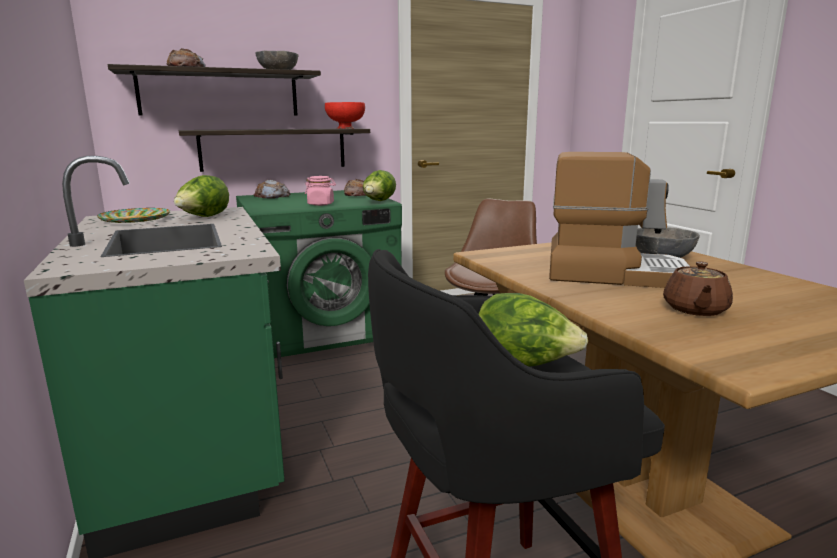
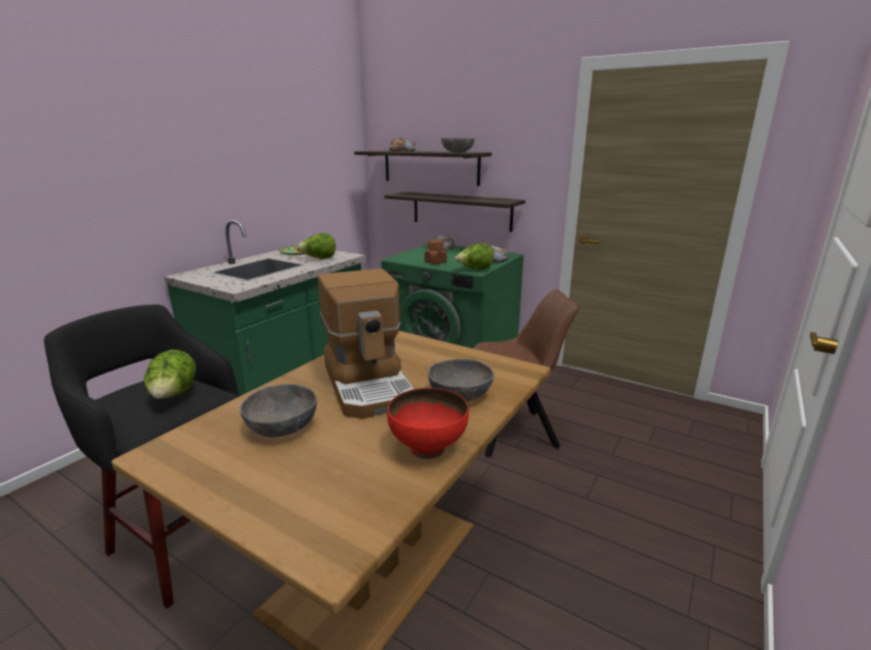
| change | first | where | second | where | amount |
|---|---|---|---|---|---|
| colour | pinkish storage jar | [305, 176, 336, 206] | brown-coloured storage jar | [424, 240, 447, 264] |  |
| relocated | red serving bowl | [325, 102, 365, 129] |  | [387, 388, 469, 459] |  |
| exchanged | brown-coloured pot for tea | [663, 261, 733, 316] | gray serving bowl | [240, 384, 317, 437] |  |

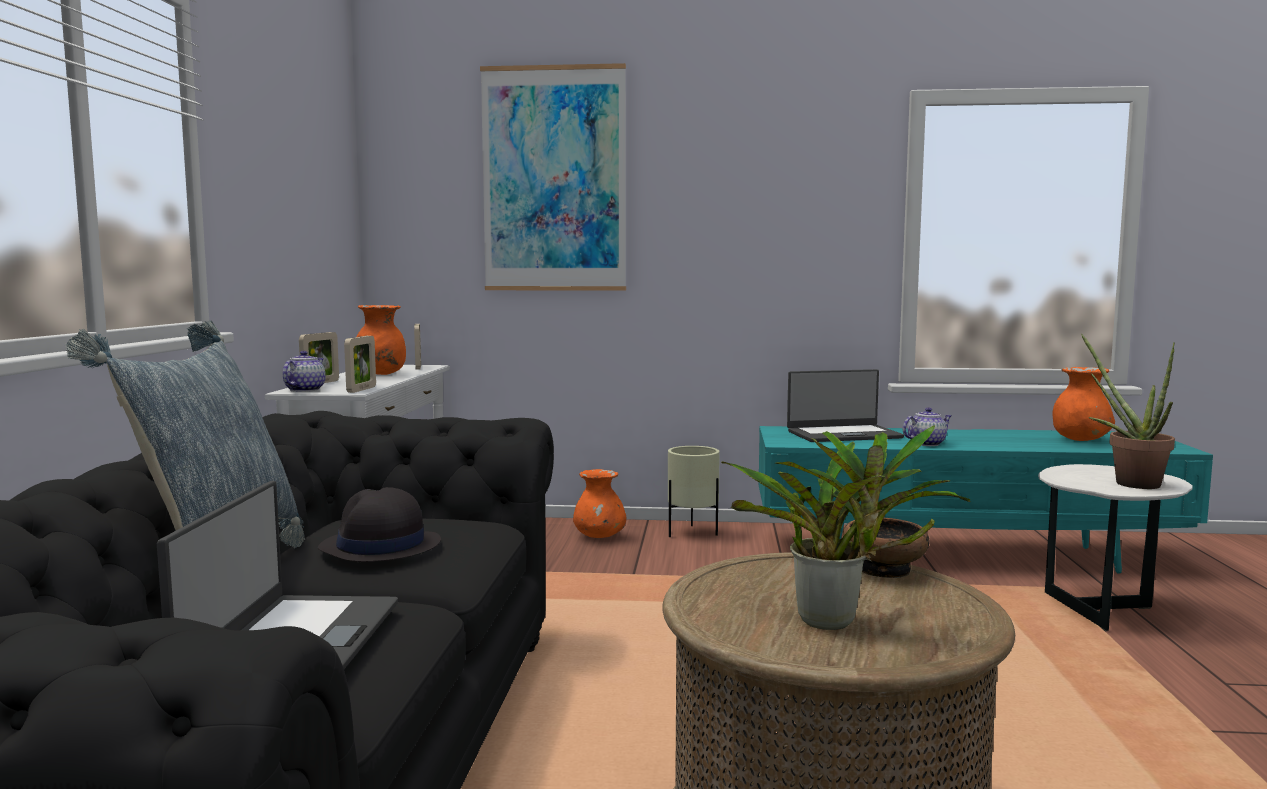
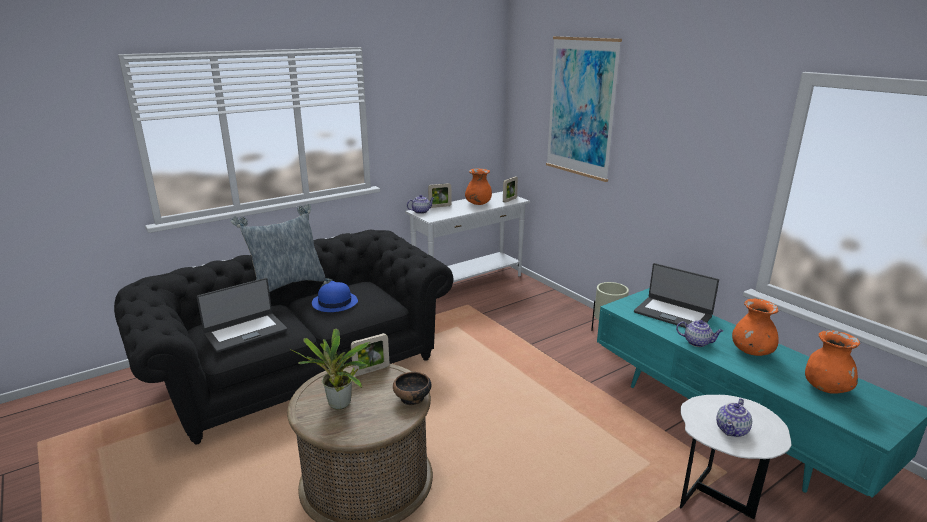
| change | first | where | second | where | amount |
|---|---|---|---|---|---|
| colour | black wearable hat | [318, 487, 441, 562] | blue-coloured wearable hat | [312, 281, 358, 312] |  |
| relocated | photo frame | [344, 336, 376, 393] |  | [351, 333, 390, 376] |  |
| relocated | orangey vase | [573, 469, 626, 538] |  | [732, 298, 779, 356] |  |
| exchanged | potted plant | [1081, 334, 1175, 489] | pot for tea | [716, 398, 752, 437] |  |

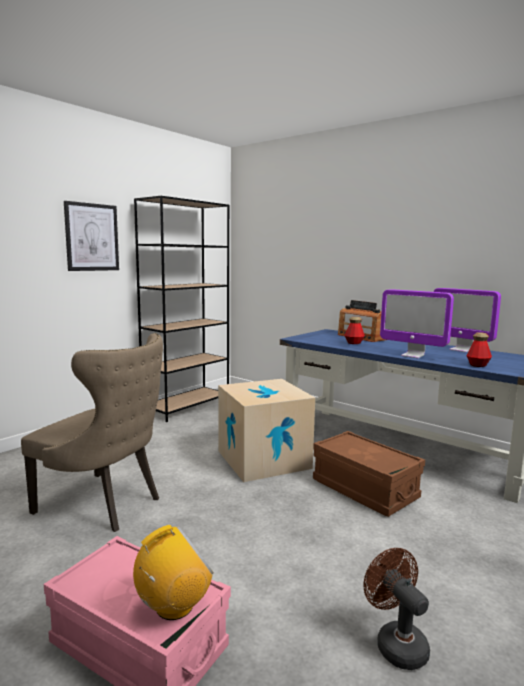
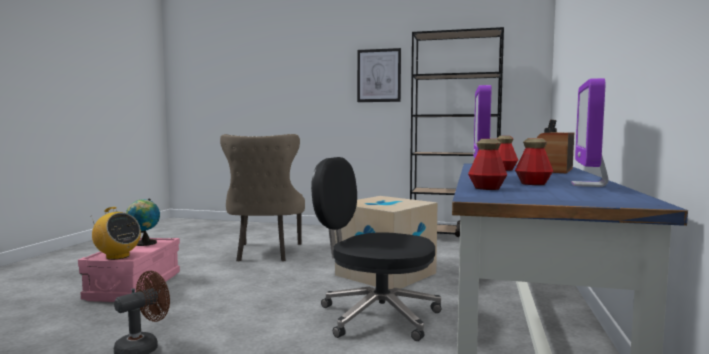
| change | first | where | second | where | amount |
|---|---|---|---|---|---|
| exchanged | brown-coloured storage box | [313, 431, 425, 517] | black desk chair | [311, 157, 442, 341] |  |
| appeared |  |  | world globe | [126, 199, 160, 246] |  |
| appeared |  |  | drink bottle | [515, 138, 553, 185] |  |

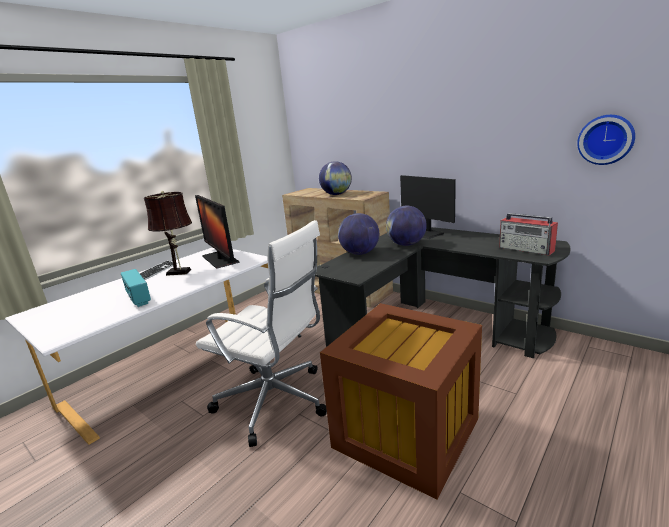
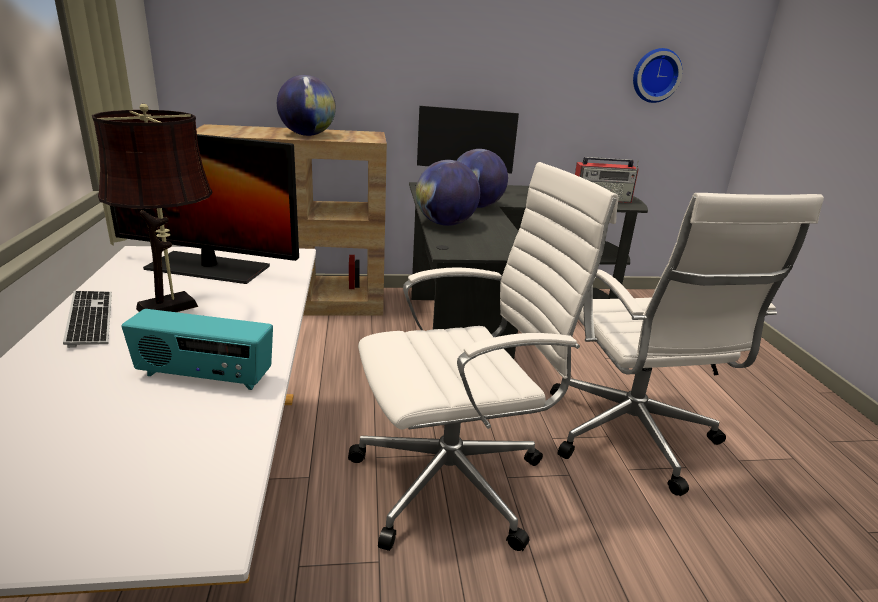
| change | first | where | second | where | amount |
|---|---|---|---|---|---|
| exchanged | brown-coloured storage box | [320, 303, 482, 500] | whitish desk chair | [550, 193, 824, 496] |  |

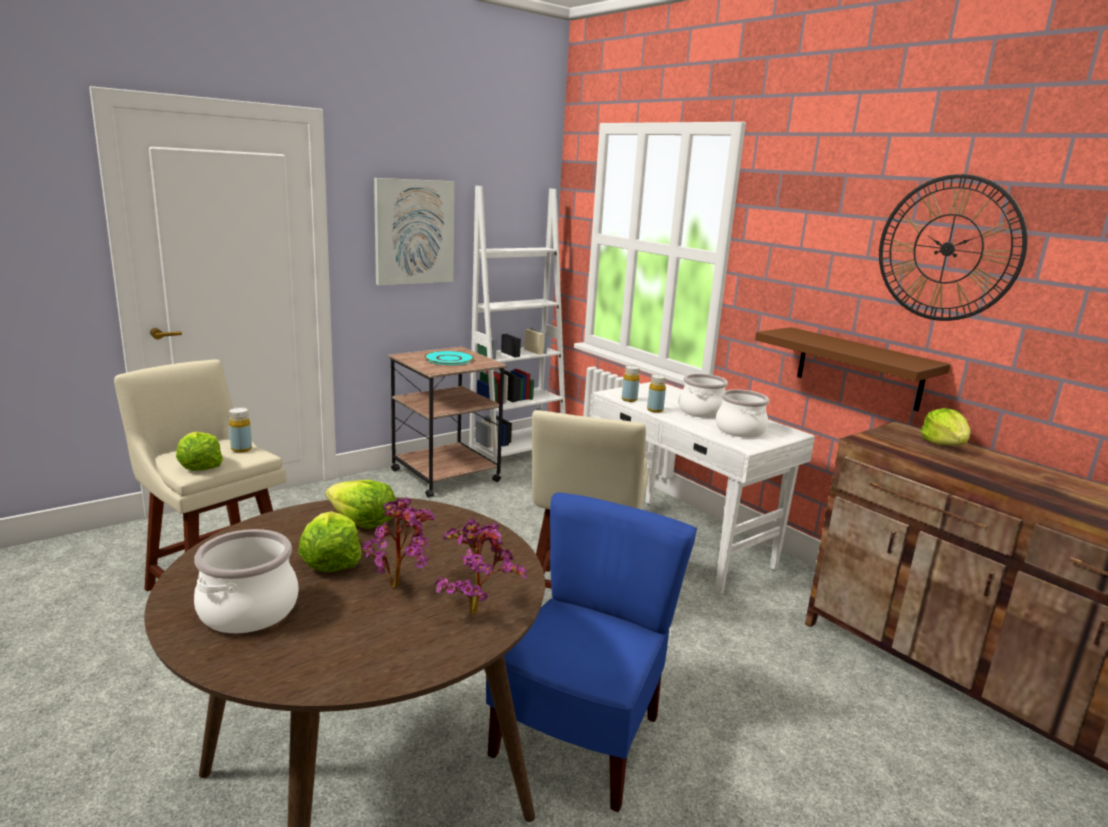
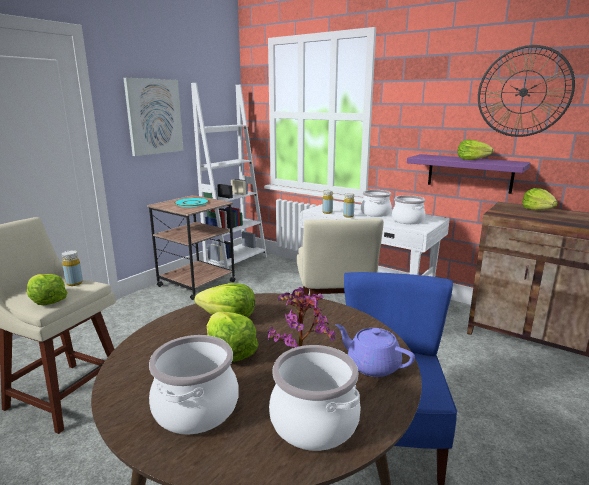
| change | first | where | second | where | amount |
|---|---|---|---|---|---|
| exchanged | potted plant | [435, 518, 527, 615] | purplish pot for tea | [336, 324, 415, 377] |  |
| colour | brown-coloured bracket shelf | [755, 327, 951, 411] | purplish bracket shelf | [407, 154, 531, 194] |  |
| appeared |  |  | cooking pot | [269, 345, 361, 451] |  |
| appeared |  |  | head of lettuce | [457, 140, 494, 160] |  |

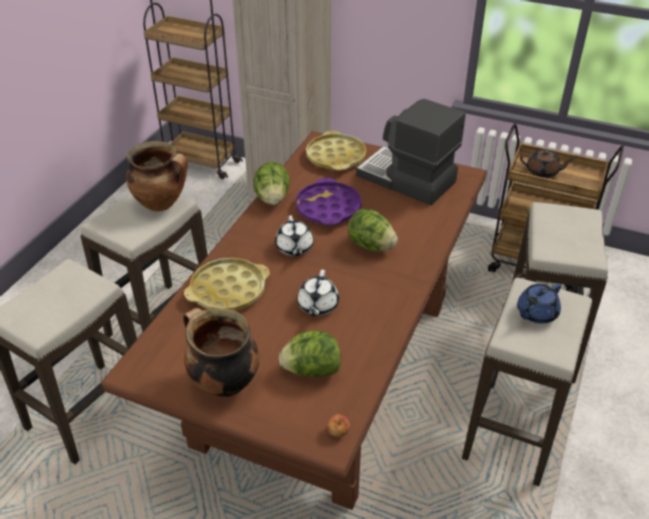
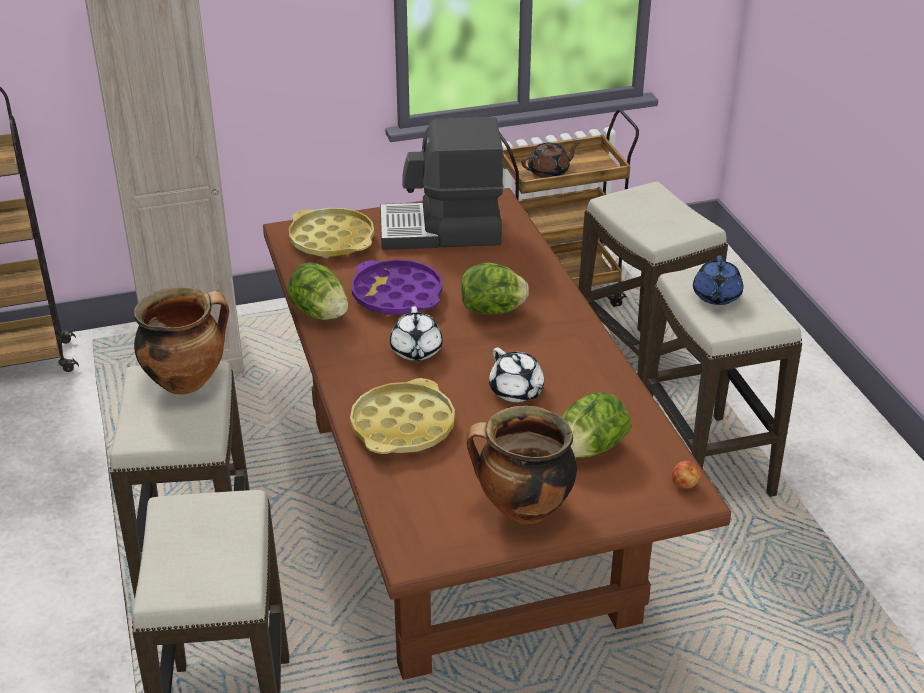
| change | first | where | second | where | amount |
|---|---|---|---|---|---|
| spun | whitish pot for tea | [275, 216, 314, 256] |  | [390, 306, 443, 361] | 45 degrees clockwise |

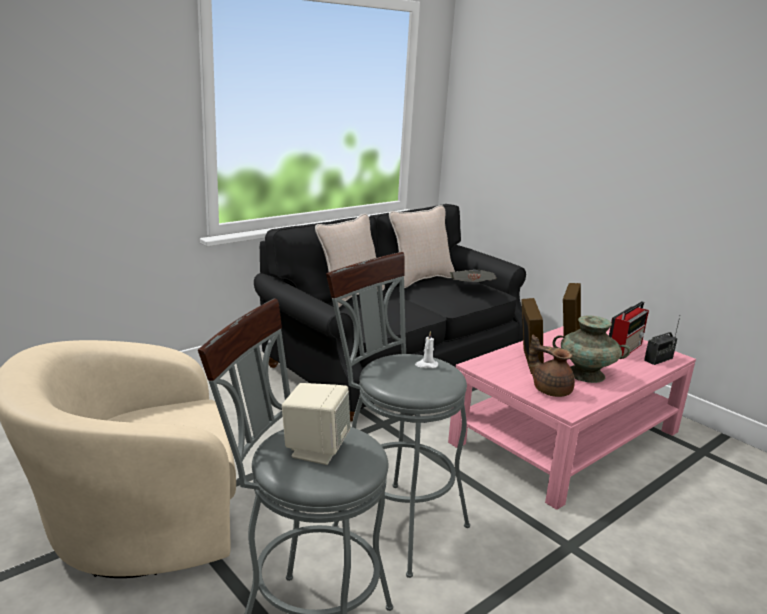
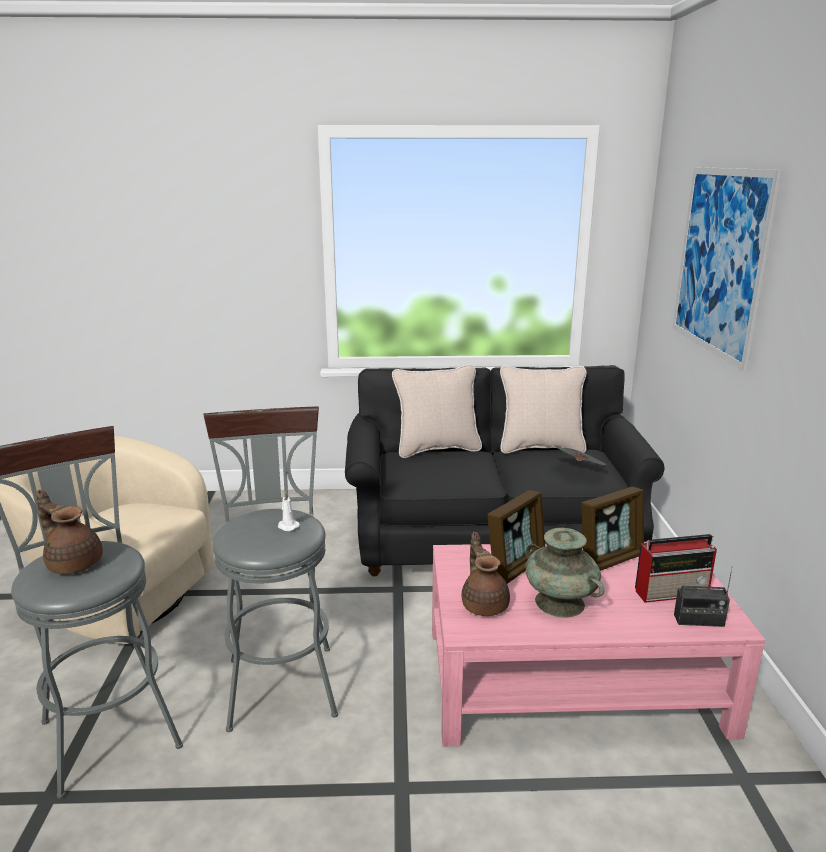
| change | first | where | second | where | amount |
|---|---|---|---|---|---|
| exchanged | sand-coloured speaker | [282, 383, 350, 465] | brown-coloured pot for tea | [36, 490, 103, 574] |  |
| appeared |  |  | wall picture | [672, 167, 782, 372] |  |

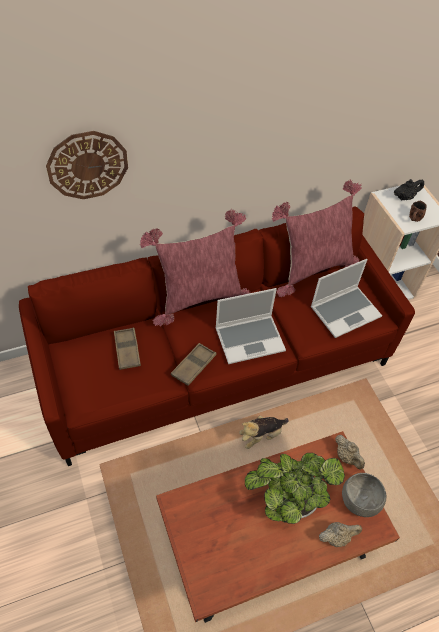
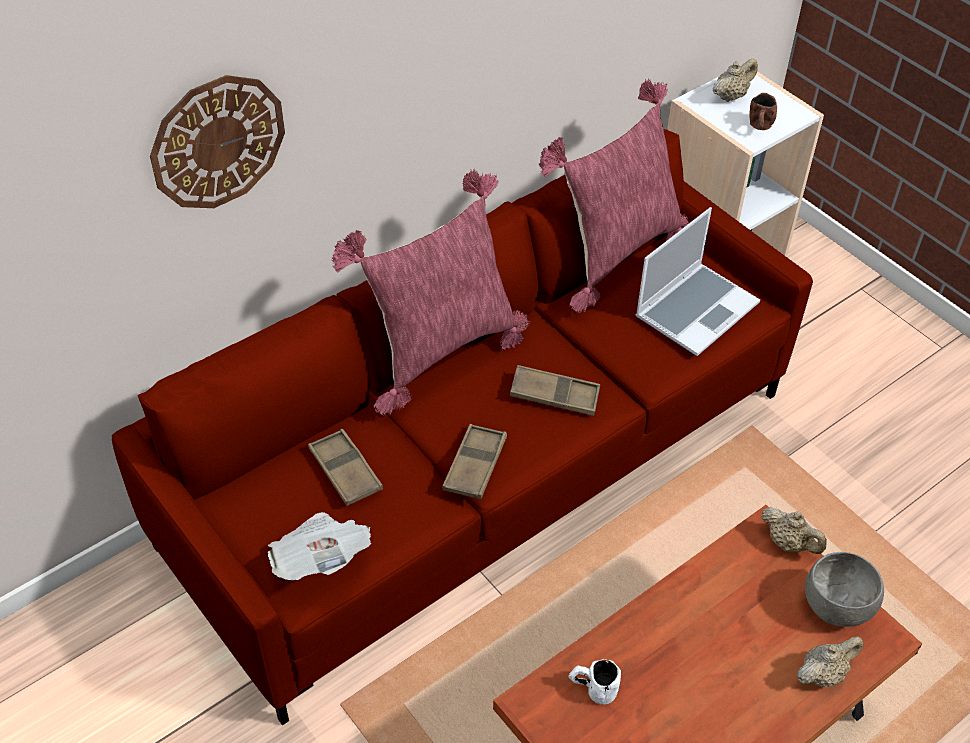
| change | first | where | second | where | amount |
|---|---|---|---|---|---|
| exchanged | laptop | [215, 288, 286, 364] | brown-coloured tray | [510, 365, 600, 416] |  |
| missing | soft toy | [239, 416, 289, 449] |  |  |  |
| missing | potted plant | [245, 453, 345, 524] |  |  |  |
| colour | black pot for tea | [394, 179, 424, 200] | sand-coloured pot for tea | [712, 58, 758, 102] |  |
| appeared |  |  | daily paper | [268, 512, 371, 580] |  |
| appeared |  |  | whitish coffee mug | [569, 659, 621, 704] |  |

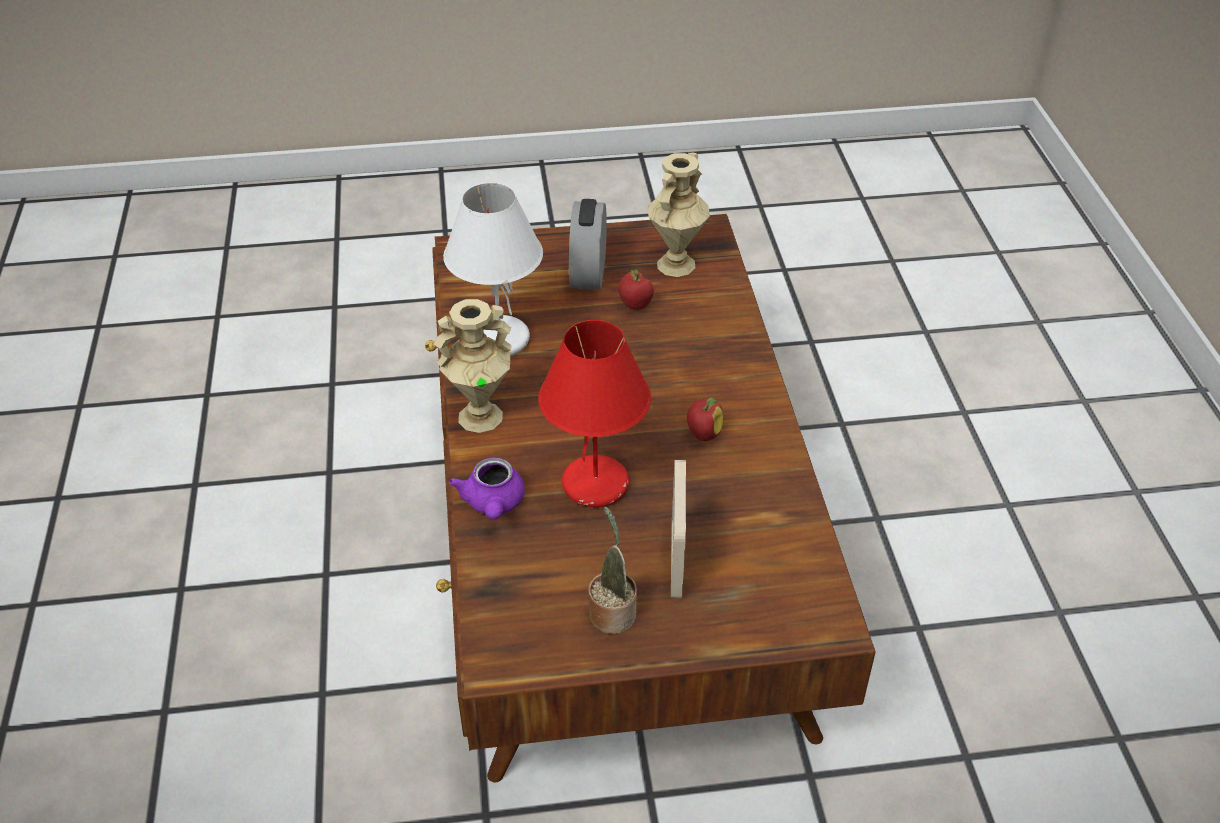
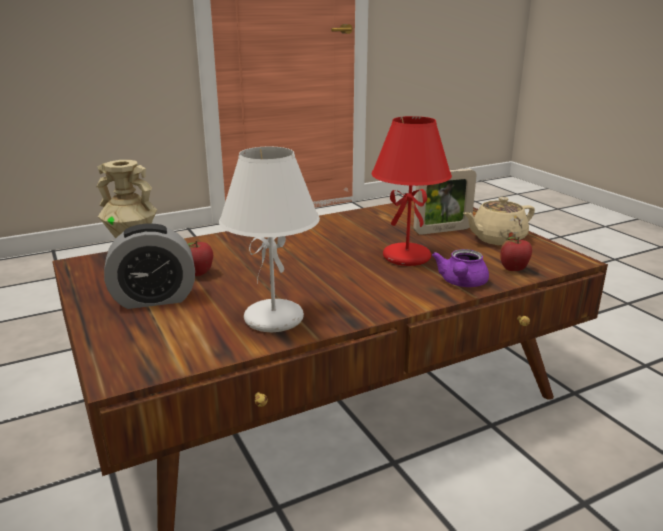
| change | first | where | second | where | amount |
|---|---|---|---|---|---|
| missing | sand-coloured vase | [434, 299, 512, 433] |  |  |  |
| spun | purplish pot for tea | [449, 458, 525, 520] |  | [432, 249, 489, 287] | 135 degrees clockwise |
| exchanged | potted plant | [588, 507, 637, 634] | sand-coloured pot for tea | [463, 197, 535, 245] |  |
| relocated | whole apple | [687, 398, 724, 441] |  | [500, 237, 532, 271] |  |

